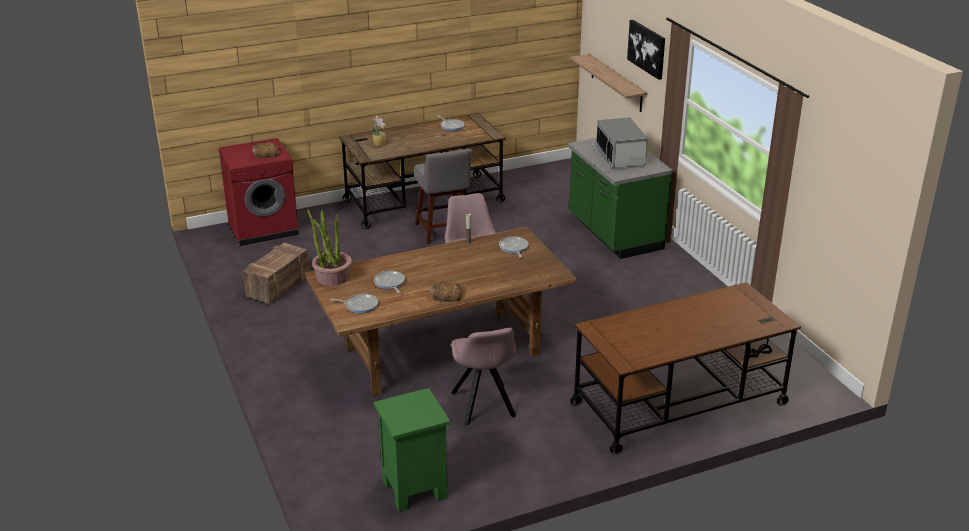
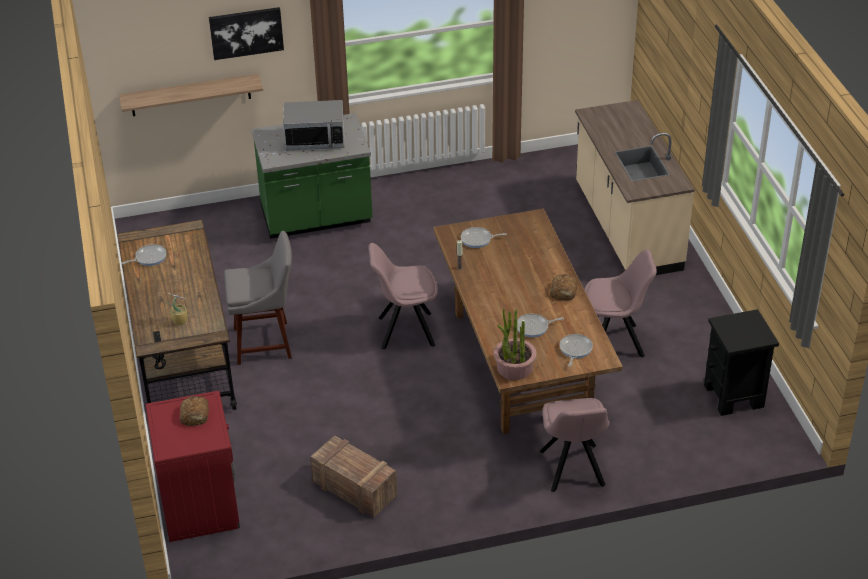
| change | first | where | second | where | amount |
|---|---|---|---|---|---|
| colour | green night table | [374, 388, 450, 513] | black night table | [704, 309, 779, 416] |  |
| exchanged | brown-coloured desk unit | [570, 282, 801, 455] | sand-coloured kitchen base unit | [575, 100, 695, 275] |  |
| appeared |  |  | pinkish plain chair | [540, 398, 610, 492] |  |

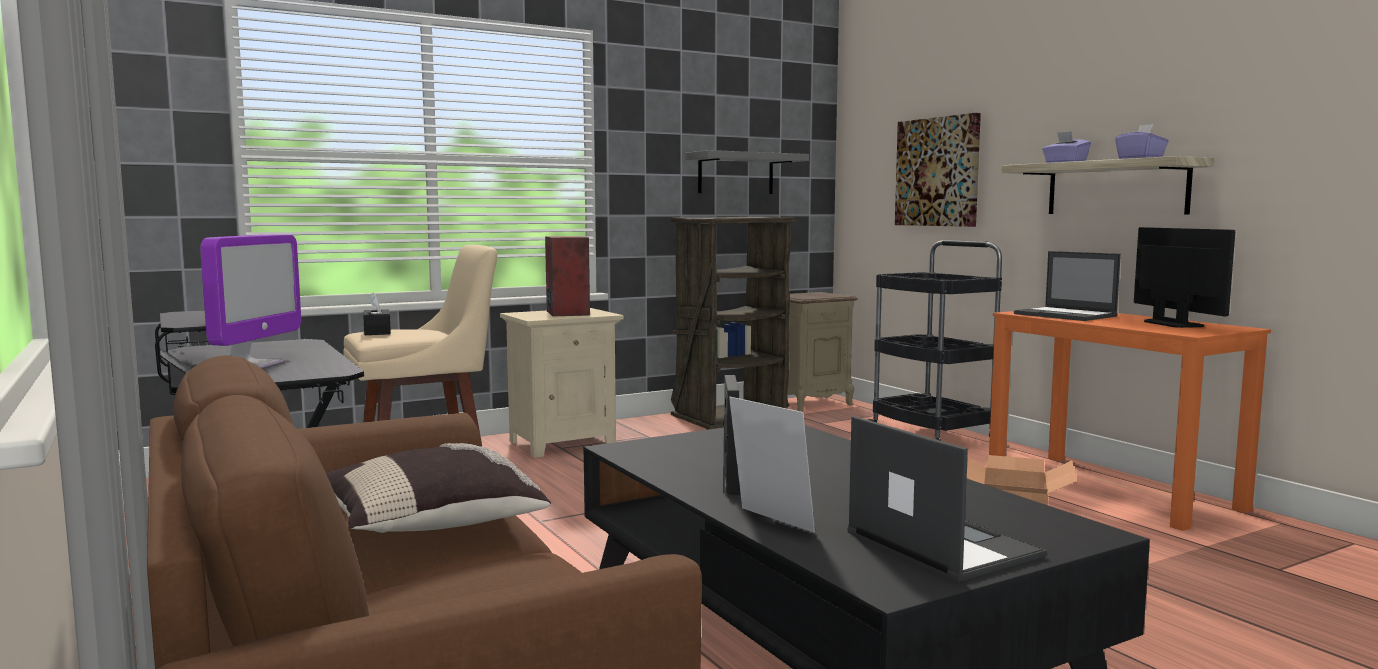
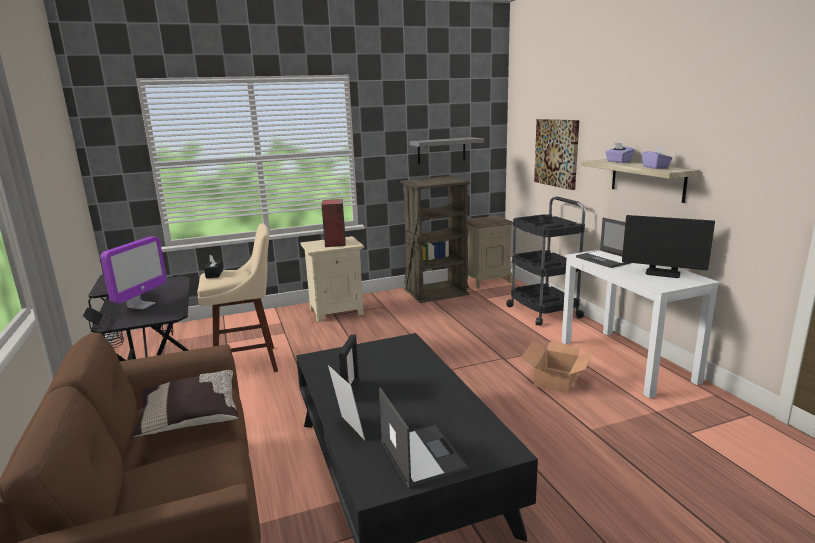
| change | first | where | second | where | amount |
|---|---|---|---|---|---|
| colour | orangey desk unit | [989, 311, 1271, 531] | whitish desk unit | [562, 250, 720, 398] |  |
| spun | computer display | [1134, 227, 1235, 328] |  | [622, 215, 715, 278] | 120 degrees clockwise |

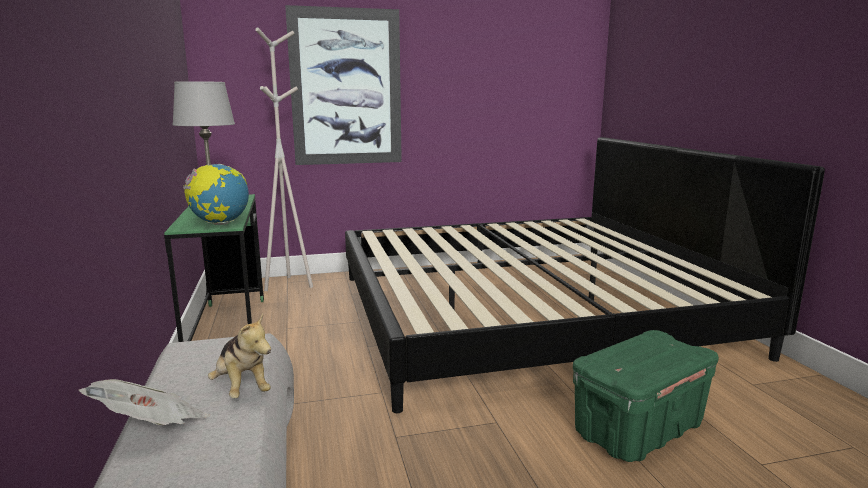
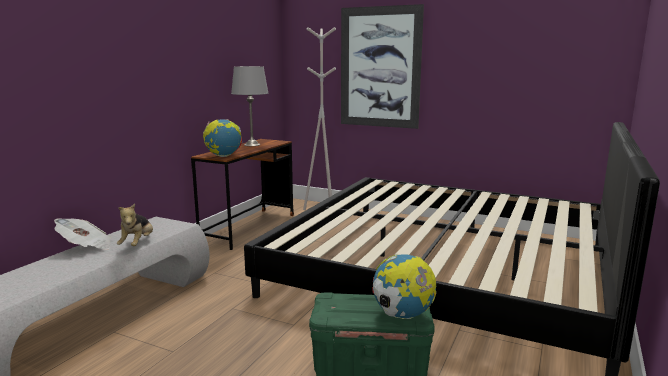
| change | first | where | second | where | amount |
|---|---|---|---|---|---|
| colour | green desk unit | [164, 194, 264, 342] | brown-coloured desk unit | [191, 139, 294, 250] |  |
| appeared |  |  | world globe | [372, 254, 436, 319] |  |

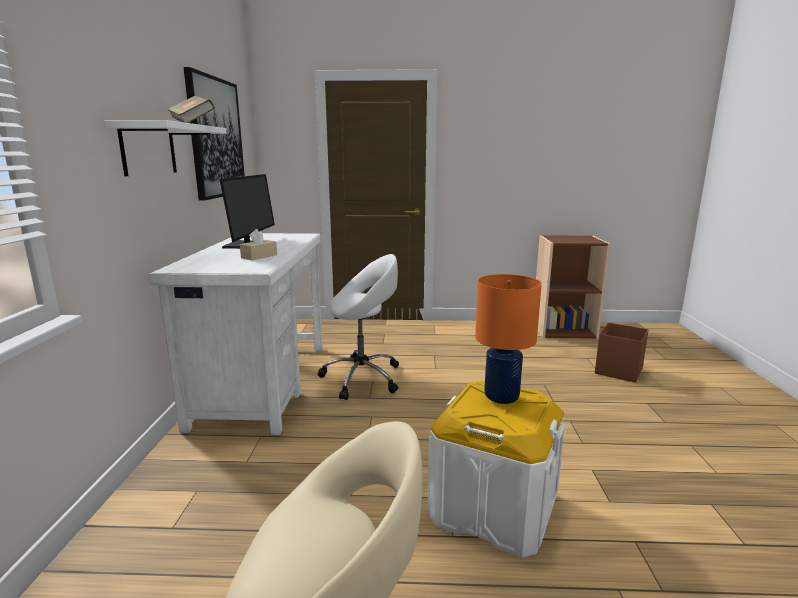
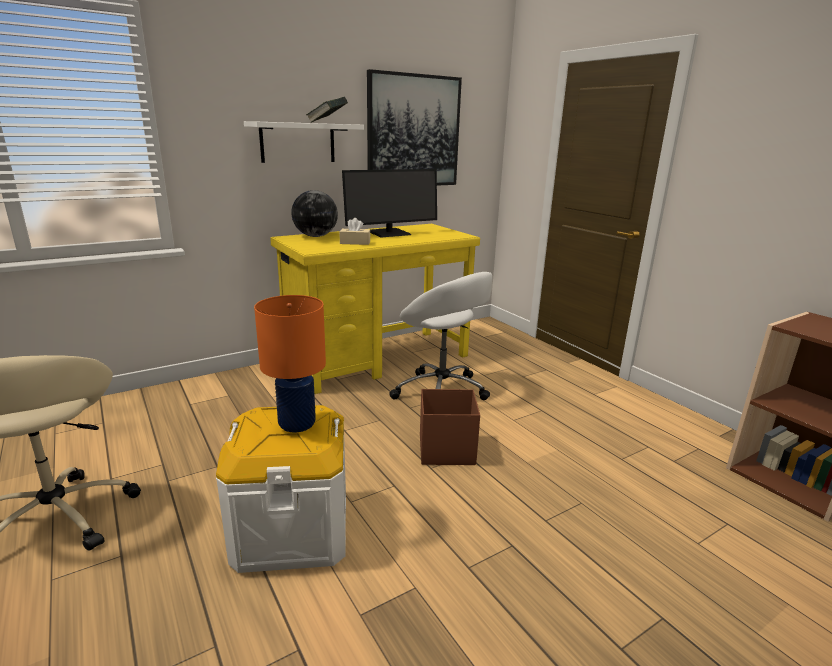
| change | first | where | second | where | amount |
|---|---|---|---|---|---|
| colour | whitish desk unit | [148, 233, 323, 435] | yellow desk unit | [270, 224, 480, 394] |  |
| relocated | brown-coloured storage box | [595, 322, 649, 383] |  | [420, 389, 480, 465] |  |
| appeared |  |  | world globe | [291, 190, 338, 237] |  |

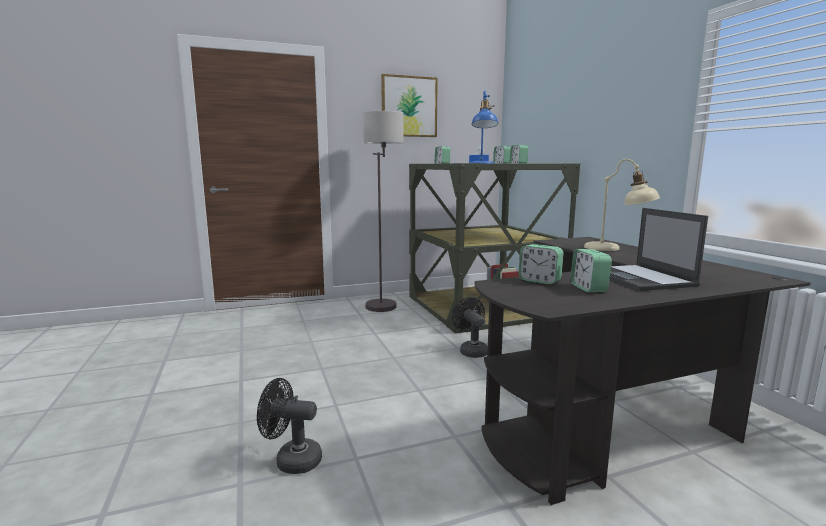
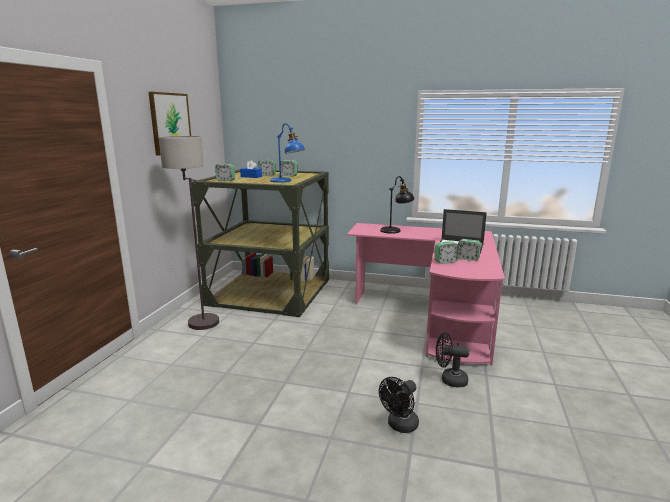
| change | first | where | second | where | amount |
|---|---|---|---|---|---|
| relocated | black fan | [452, 297, 488, 358] |  | [436, 332, 469, 387] |  |
| colour | black desk unit | [475, 237, 811, 505] | pinkish desk unit | [347, 223, 505, 365] |  |
| colour | sand-coloured lamp for a table | [584, 159, 660, 251] | black lamp for a table | [380, 176, 414, 234] |  |

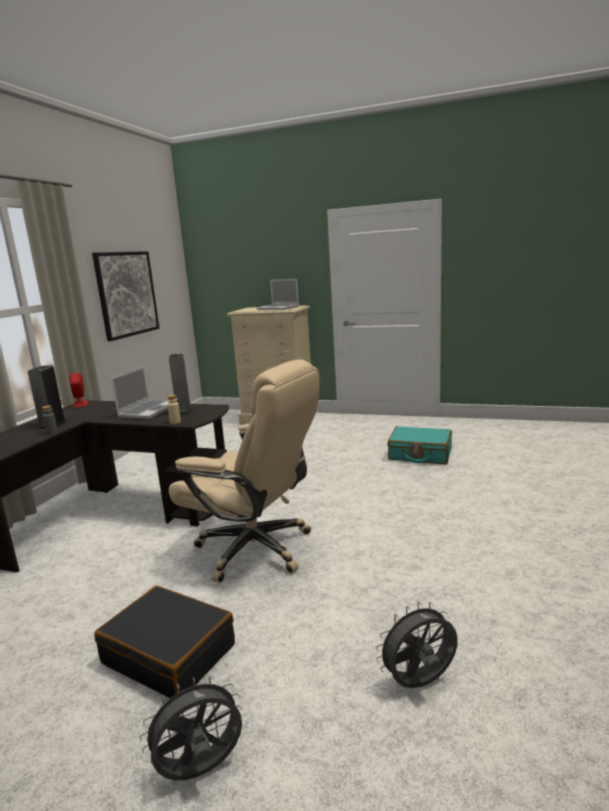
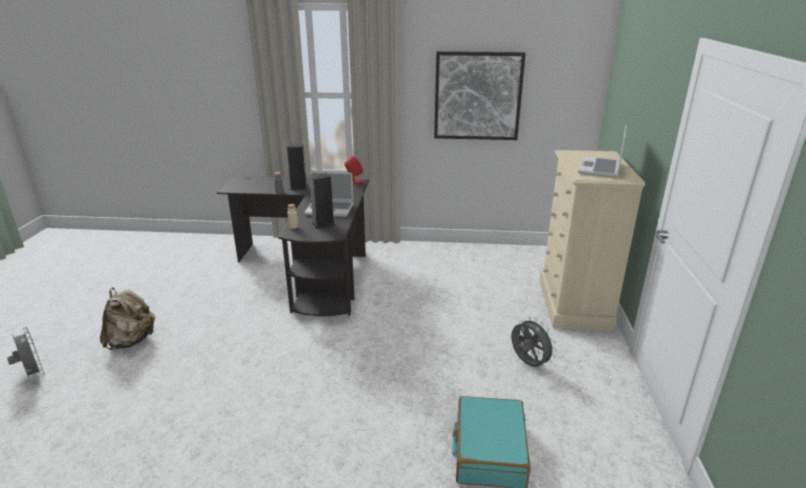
| change | first | where | second | where | amount |
|---|---|---|---|---|---|
| exchanged | black travel case | [94, 586, 235, 698] | sand-coloured rucksack | [100, 288, 155, 350] |  |
| missing | sand-coloured desk chair | [169, 359, 320, 583] |  |  |  |
| relocated | gray fan | [376, 602, 458, 688] |  | [511, 317, 556, 367] |  |

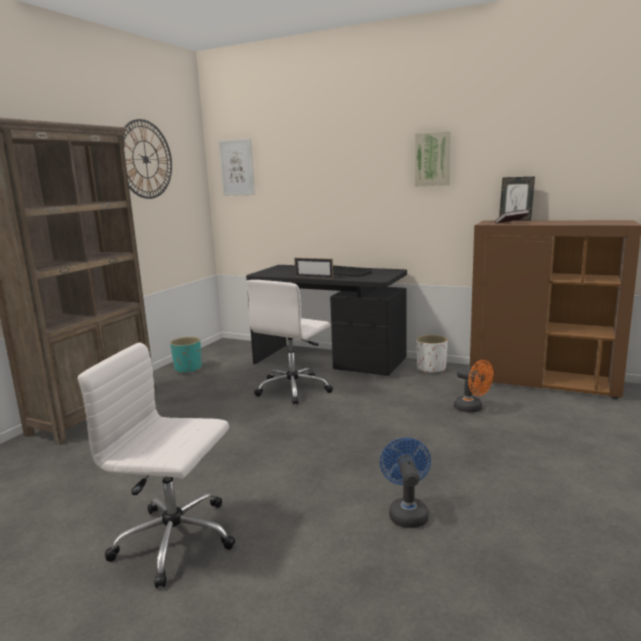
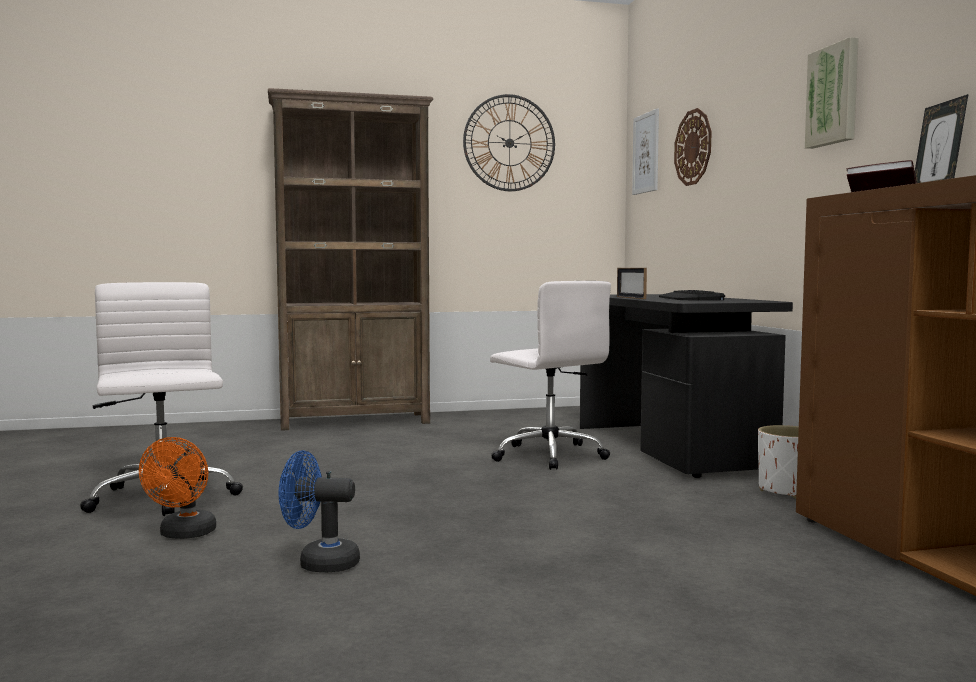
| change | first | where | second | where | amount |
|---|---|---|---|---|---|
| missing | turquoise-coloured planter | [170, 337, 202, 374] |  |  |  |
| spun | whitish desk chair | [246, 280, 333, 405] |  | [490, 281, 611, 470] | 120 degrees counterclockwise |
| spun | blue-coloured fan | [380, 438, 431, 528] |  | [279, 450, 360, 572] | 135 degrees counterclockwise |
| relocated | orangey fan | [454, 360, 493, 413] |  | [139, 437, 216, 539] |  |
| appeared |  |  | hanging clock | [674, 108, 712, 186] |  |

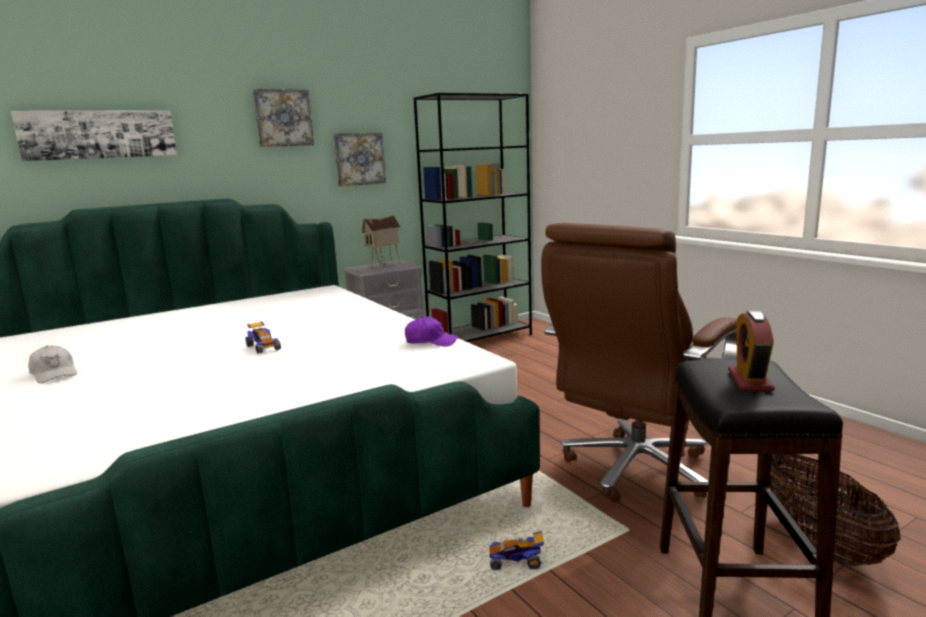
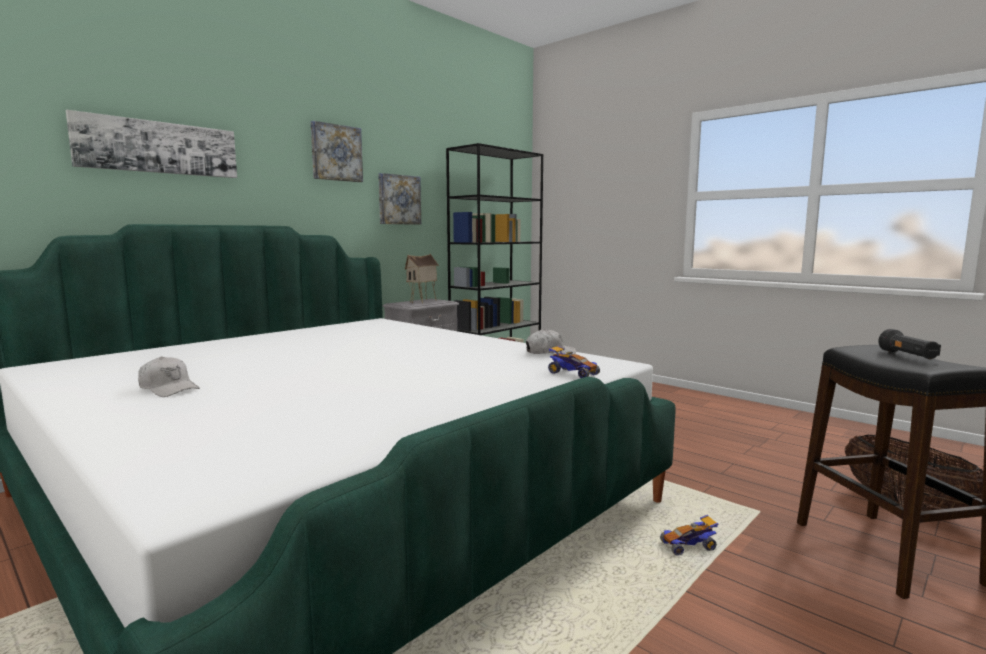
| change | first | where | second | where | amount |
|---|---|---|---|---|---|
| relocated | model car | [245, 321, 281, 354] |  | [548, 346, 600, 378] |  |
| colour | purplish peaked cap | [405, 317, 458, 346] | whitish peaked cap | [526, 329, 576, 354] |  |
| missing | brown-coloured desk chair | [541, 223, 737, 502] |  |  |  |
| exchanged | alarm clock | [728, 311, 774, 391] | black flashlight | [878, 329, 941, 359] |  |

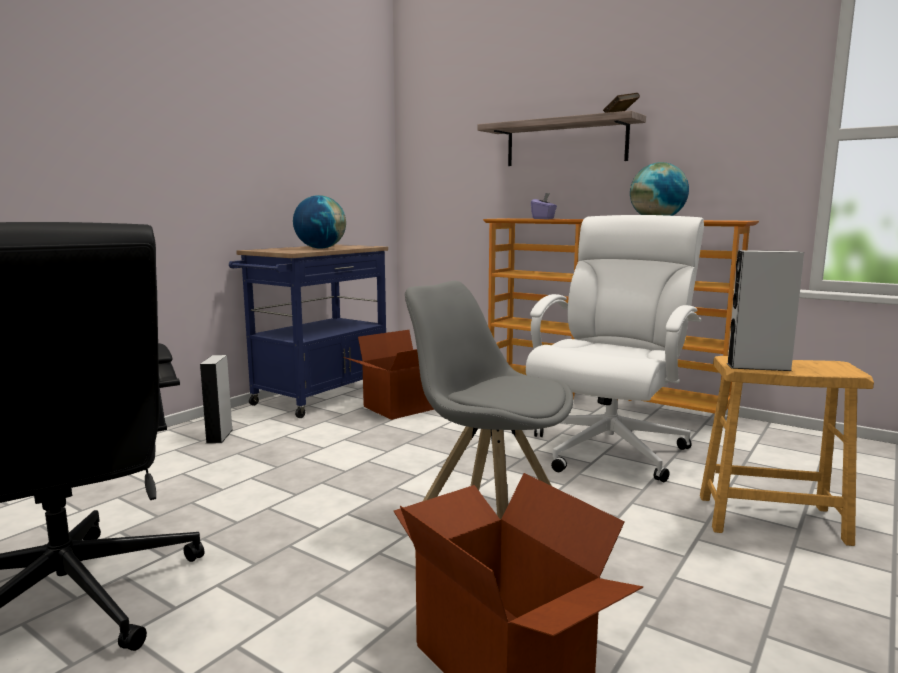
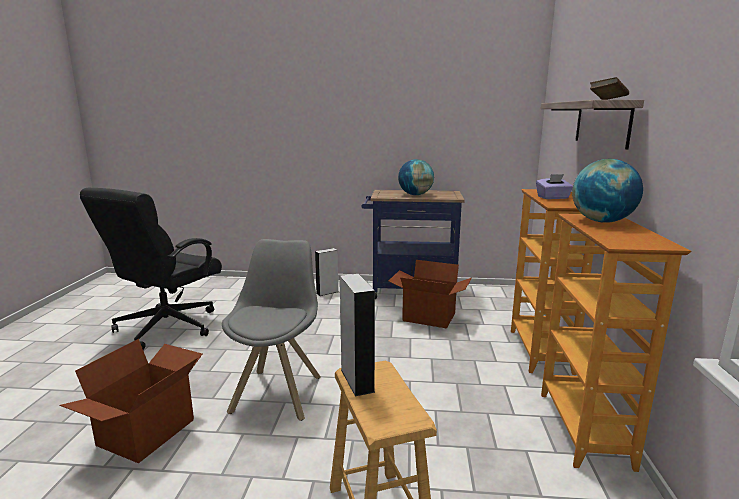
| change | first | where | second | where | amount |
|---|---|---|---|---|---|
| missing | whitish desk chair | [526, 215, 704, 482] |  |  |  |

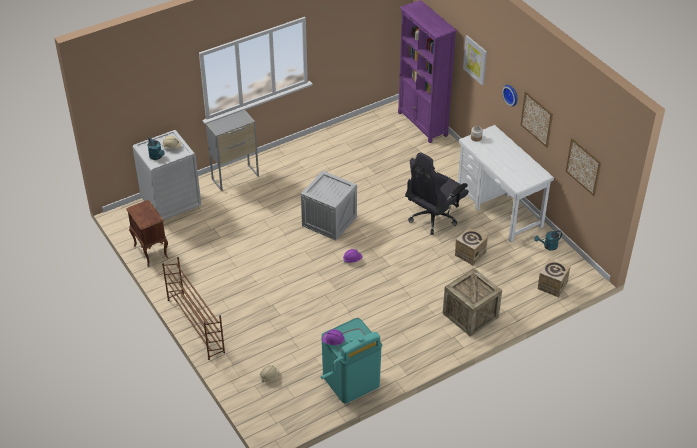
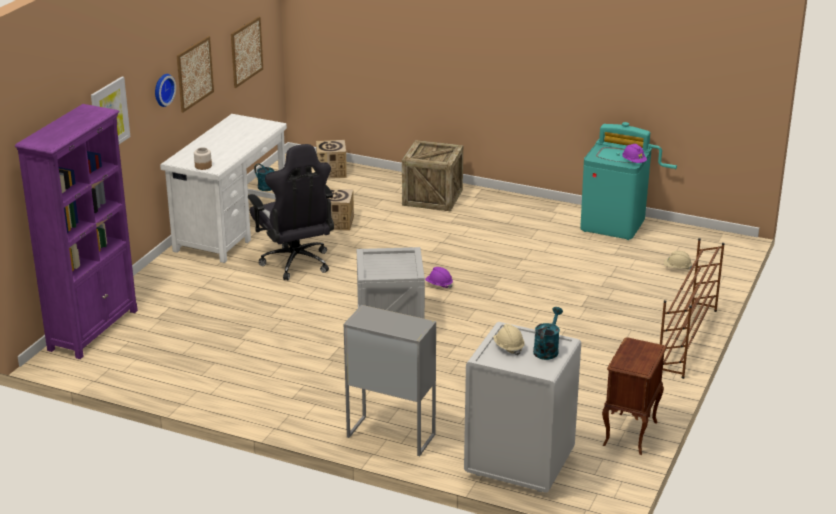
| change | first | where | second | where | amount |
|---|---|---|---|---|---|
| spun | black desk chair | [405, 153, 469, 235] |  | [248, 144, 334, 280] | 60 degrees clockwise |

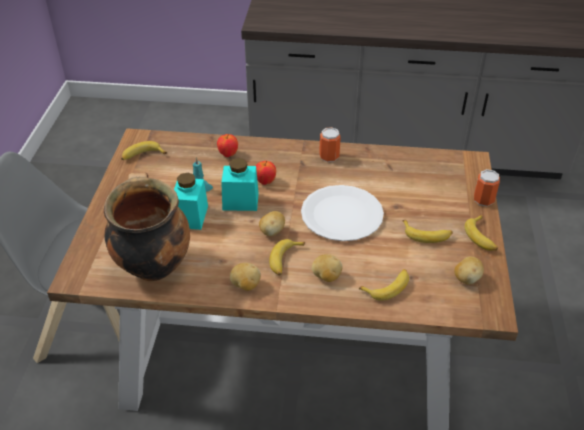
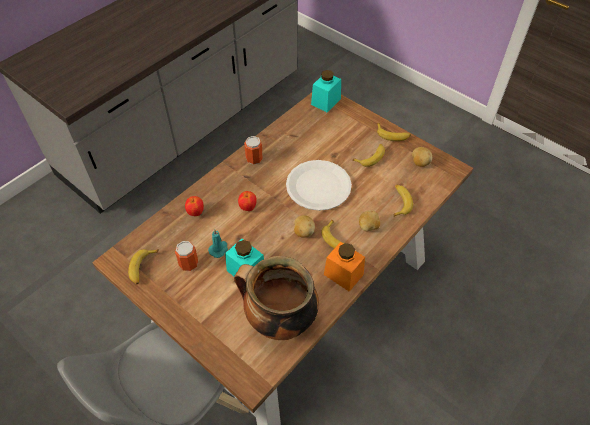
| change | first | where | second | where | amount |
|---|---|---|---|---|---|
| relocated | turquoise-coloured storage jar | [221, 158, 259, 211] |  | [311, 70, 341, 112] |  |
| exchanged | potato | [230, 263, 261, 291] | orangey storage jar | [324, 242, 365, 292] |  |
| relocated | can | [474, 169, 500, 206] |  | [175, 241, 198, 271] |  |

